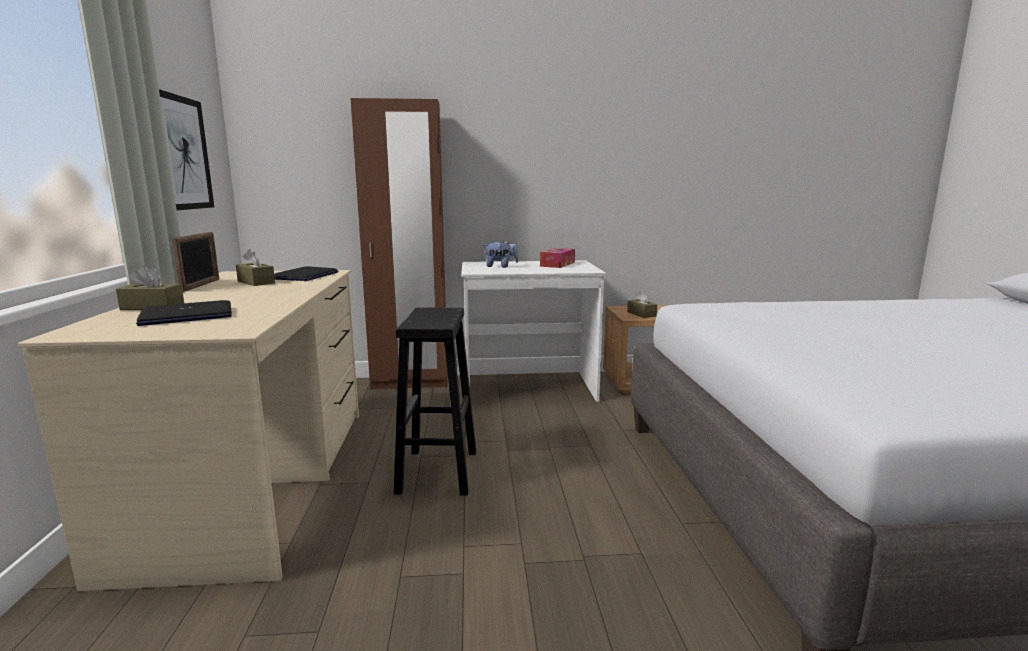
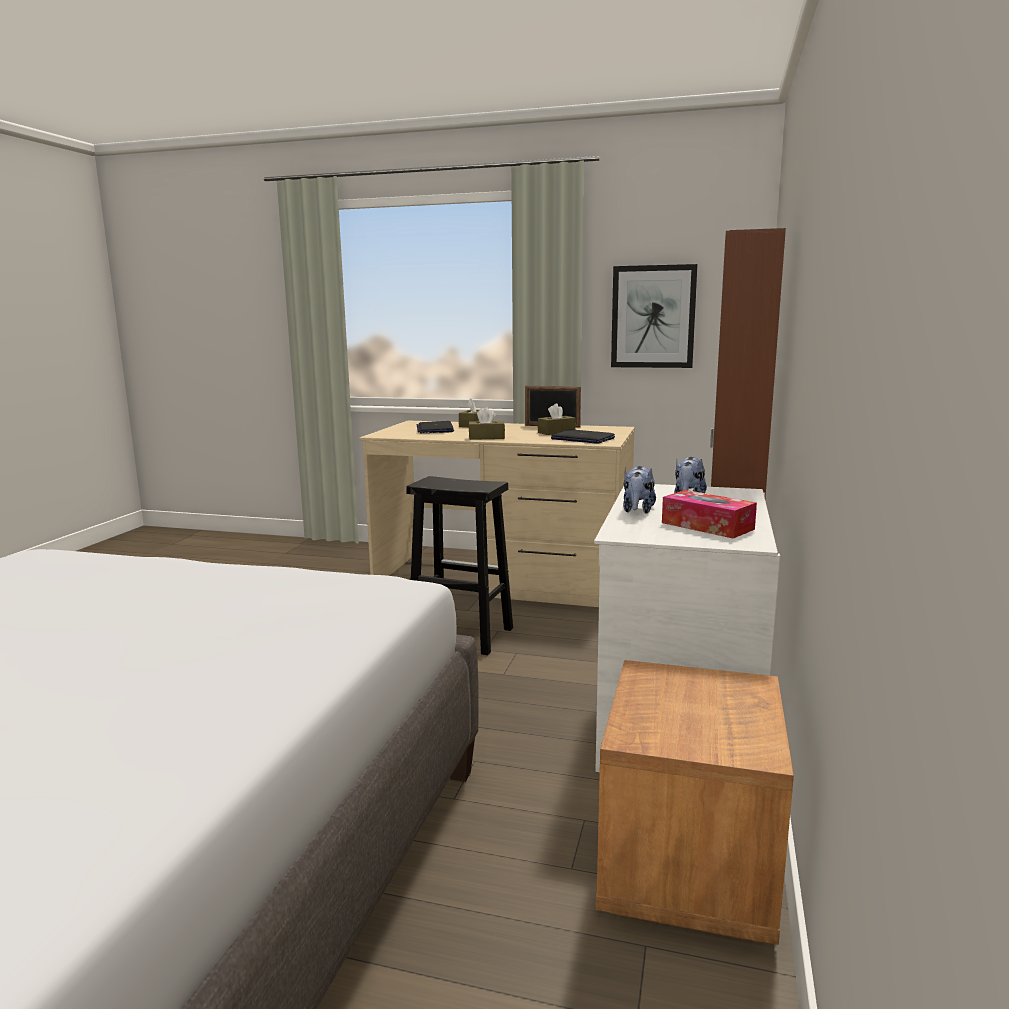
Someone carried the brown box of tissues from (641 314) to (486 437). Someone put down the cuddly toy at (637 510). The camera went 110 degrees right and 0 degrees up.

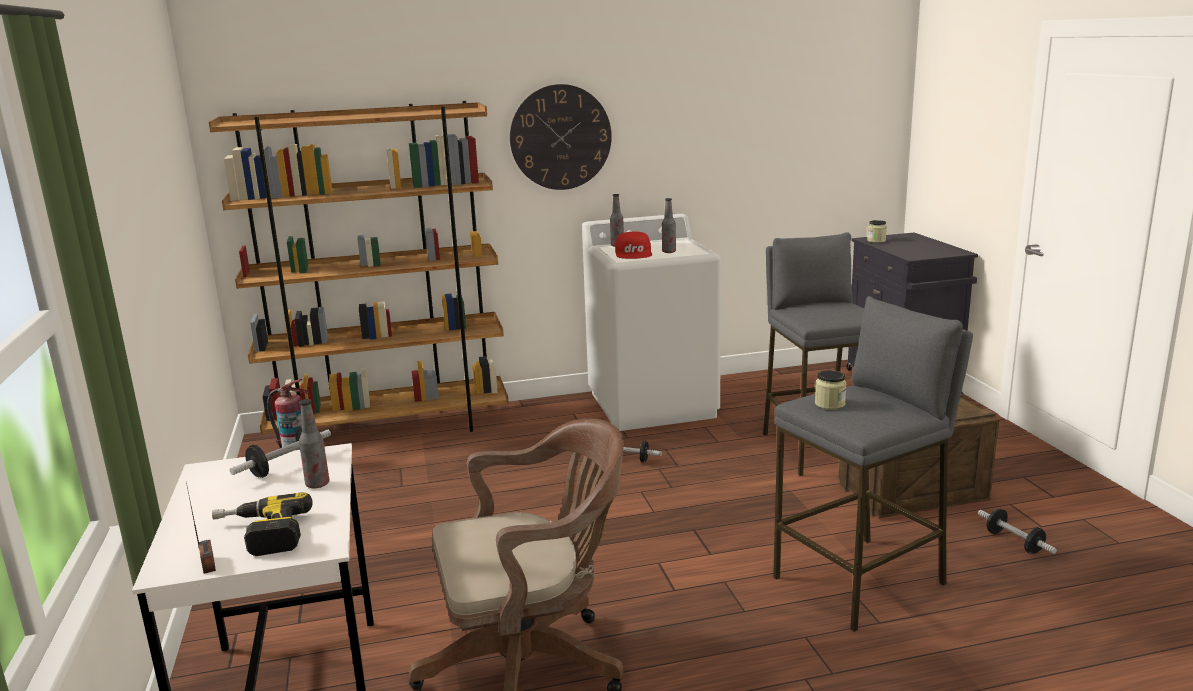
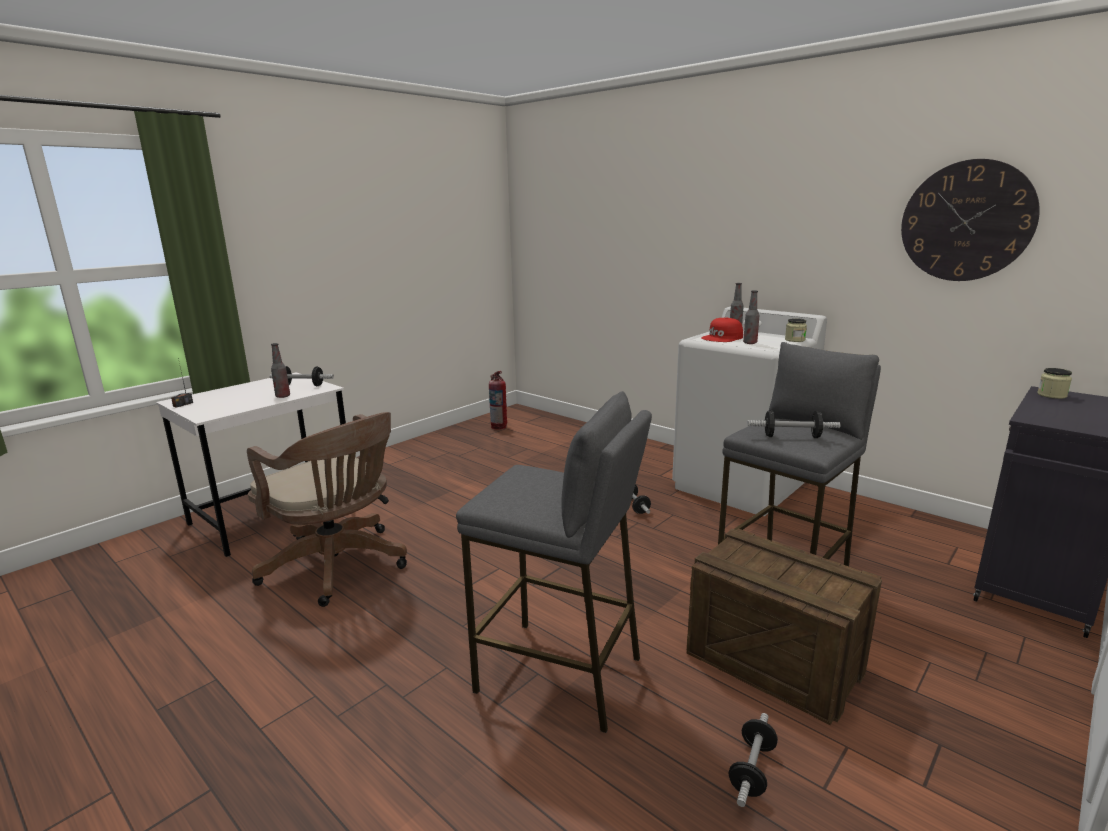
Someone took away the brown bookshelf at (390 429). Someone took away the drill at (259 535). Someone carried the wall clock from (560 137) to (966 221). Someone carried the storage jar from (829 404) to (795 340). Someone put down the hand weight at (791 436). The camera went 55 degrees right and 0 degrees up.

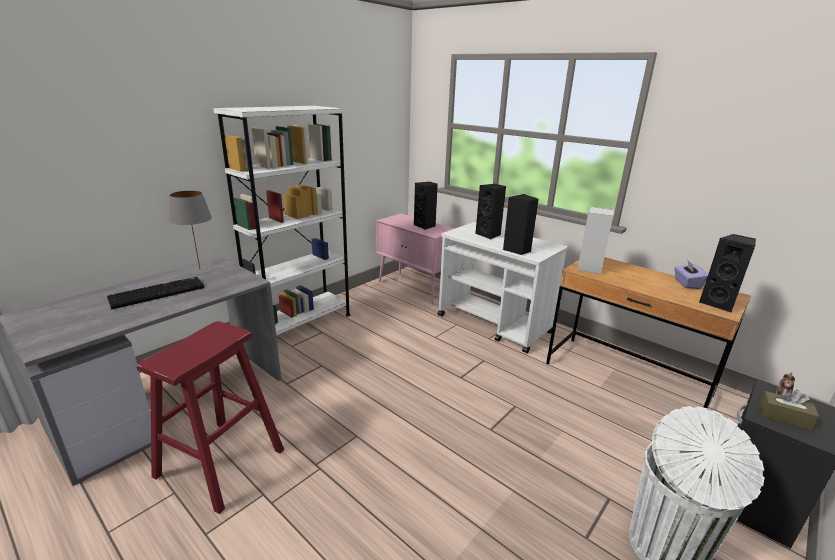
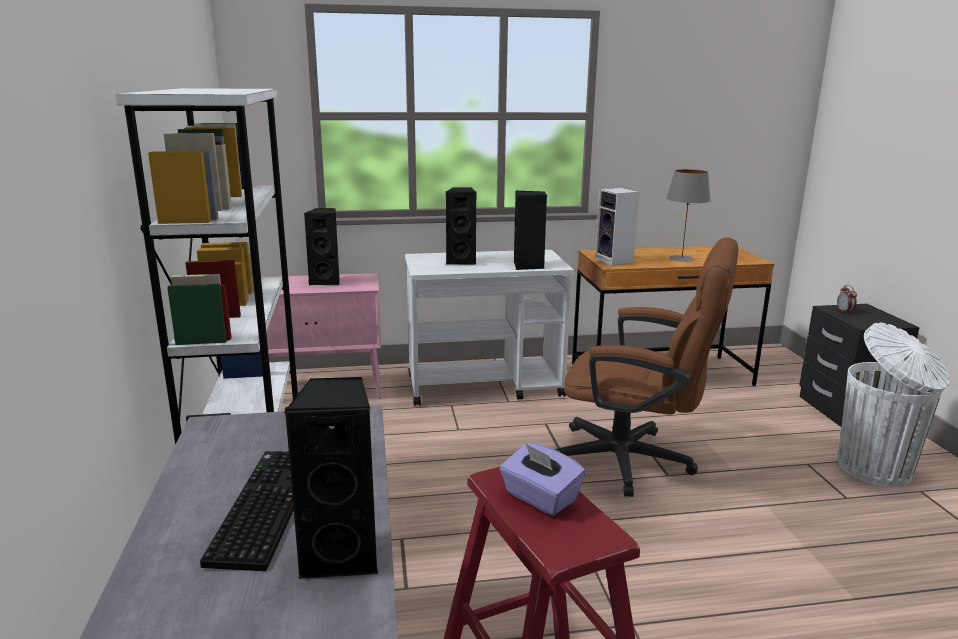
Someone carried the grey tabletop lamp from (200 270) to (681 258). Someone carried the purple-coloured box of tissues from (686 284) to (540 498). Someone carried the black speaker from (718 304) to (343 555). Someone took away the brown box of tissues at (784 417). Someone put down the brown computer chair at (635 462). The camera went 50 degrees left and 5 degrees down.

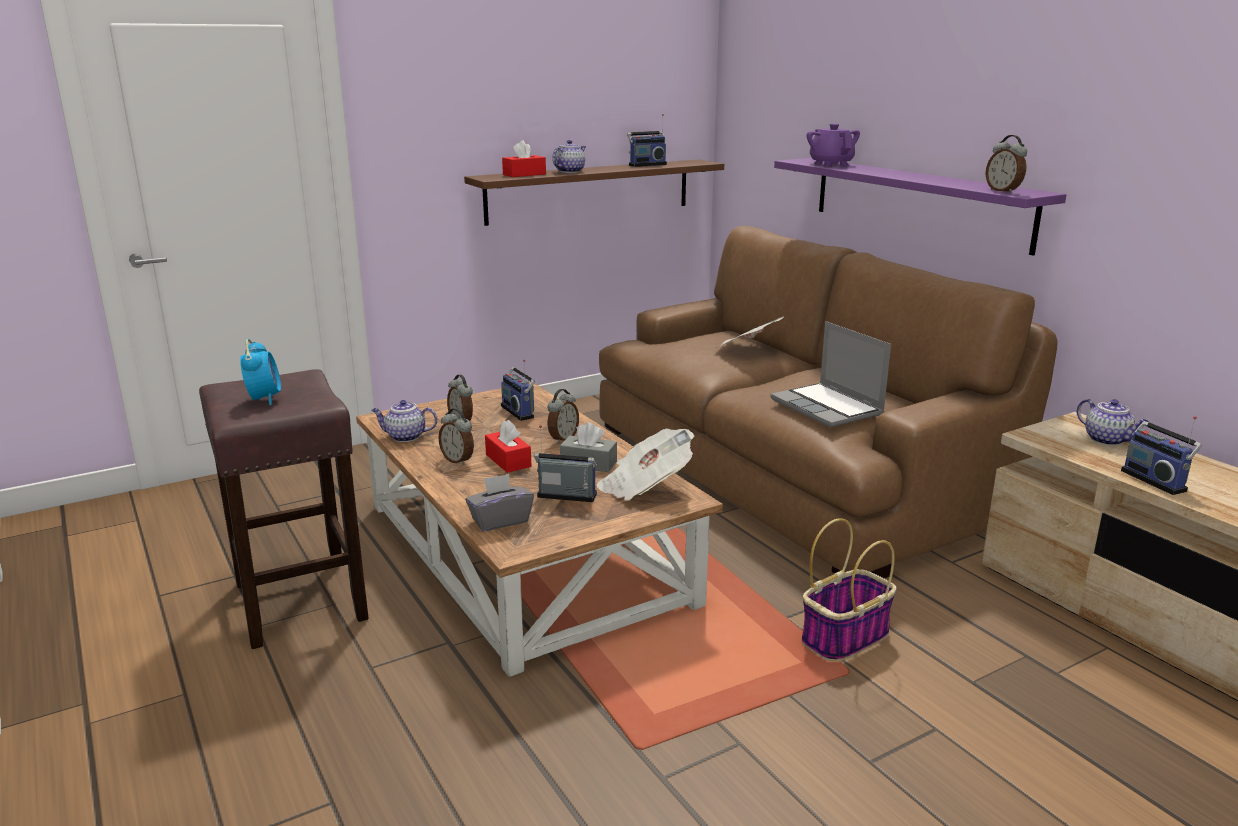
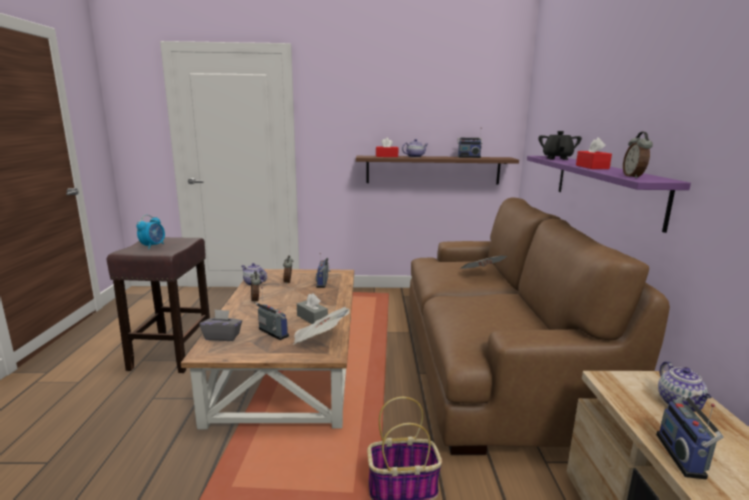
Someone carried the red box of tissues from (508 461) to (592 167). Someone took away the bedside clock at (562 439). Someone took away the notebook computer at (828 407). Someone repainted the purple-coloured tea pot at (831 164), which became the black tea pot at (557 158). The camera went 30 degrees right and 5 degrees down.

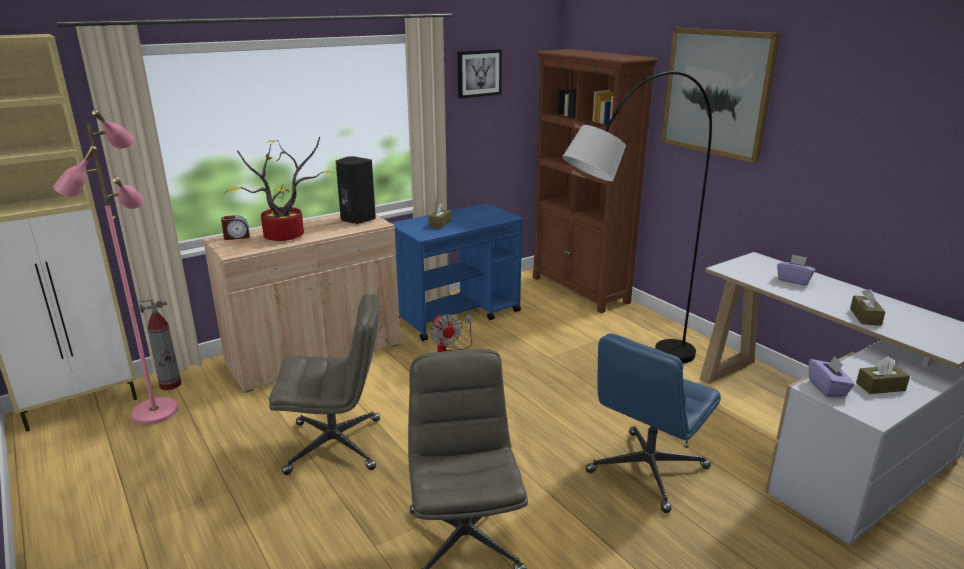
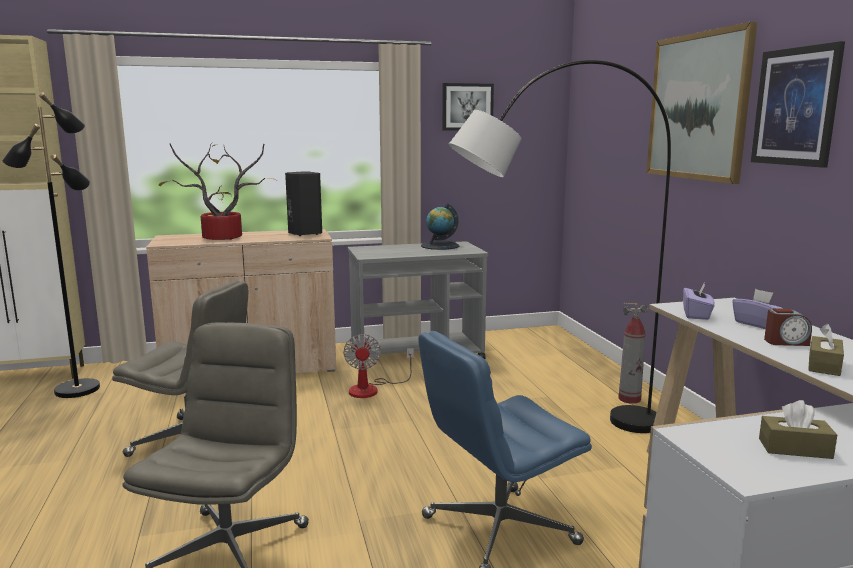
Someone repainted the pink standing lamp at (154 412), which became the black standing lamp at (77 389). Someone carried the fire extinguisher from (170 385) to (629 399). Someone carried the bedside clock from (237 237) to (786 342). Someone repainted the blue trolley at (458 315), which became the grey trolley at (417 355). Someone took away the brown box of tissues at (440 224). Someone took away the brown bookshelf at (580 290). Someone carried the purple-coloured box of tissues from (827 388) to (696 315). Someone put down the globe at (440 246). Someone put up the wall picture at (795 107). The camera went 20 degrees right and 10 degrees down.

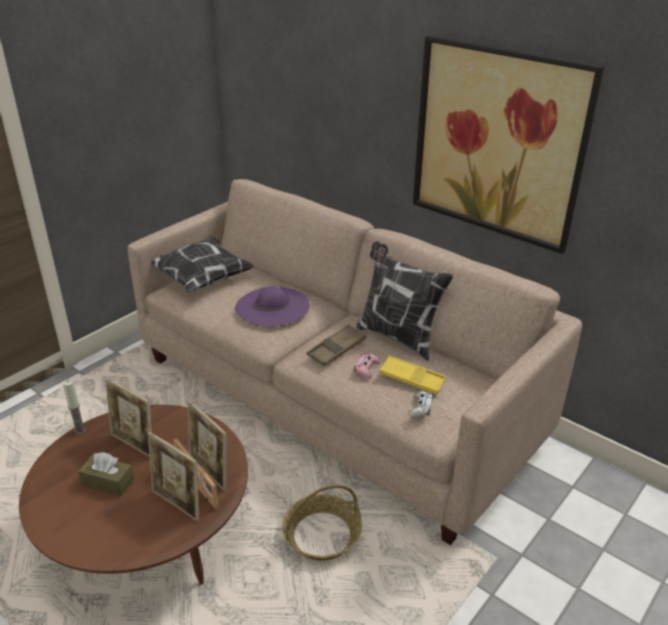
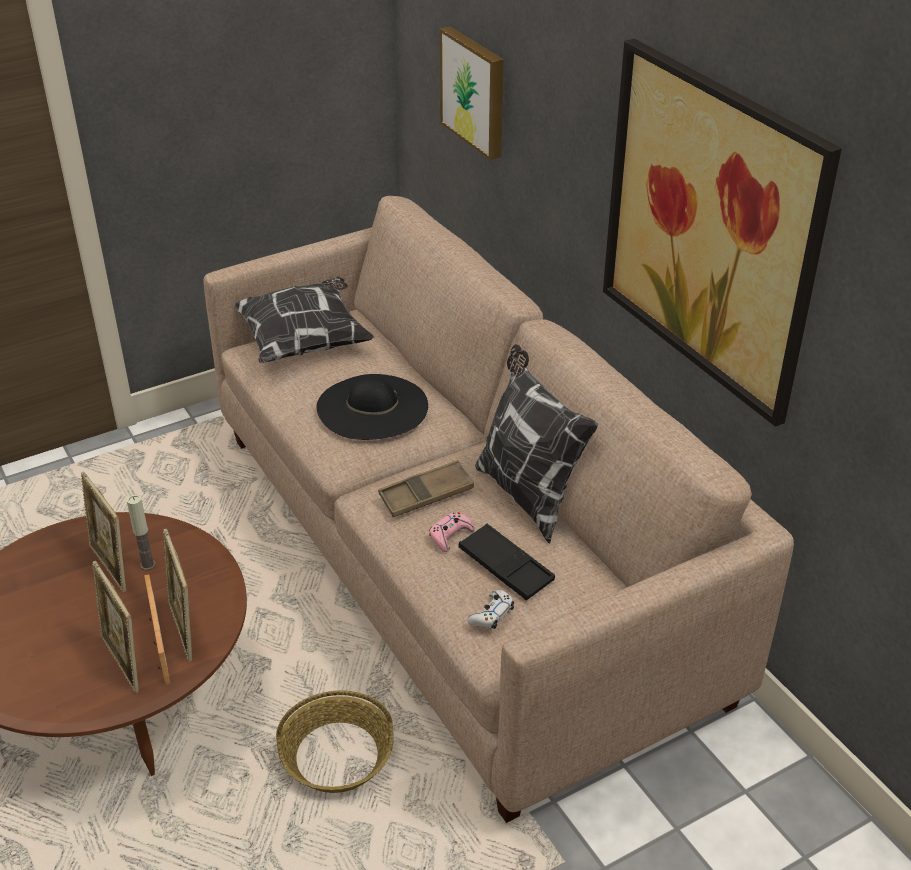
Someone carried the candle from (80 430) to (148 565). Someone took away the brown box of tissues at (108 482). Someone repainted the purple-coloured clothing hat at (272 306), which became the black clothing hat at (372 407). Someone repainted the yellow tray at (412 379), which became the black tray at (506 567). Someone put up the wall picture at (475 91). The camera went 20 degrees right and 5 degrees up.

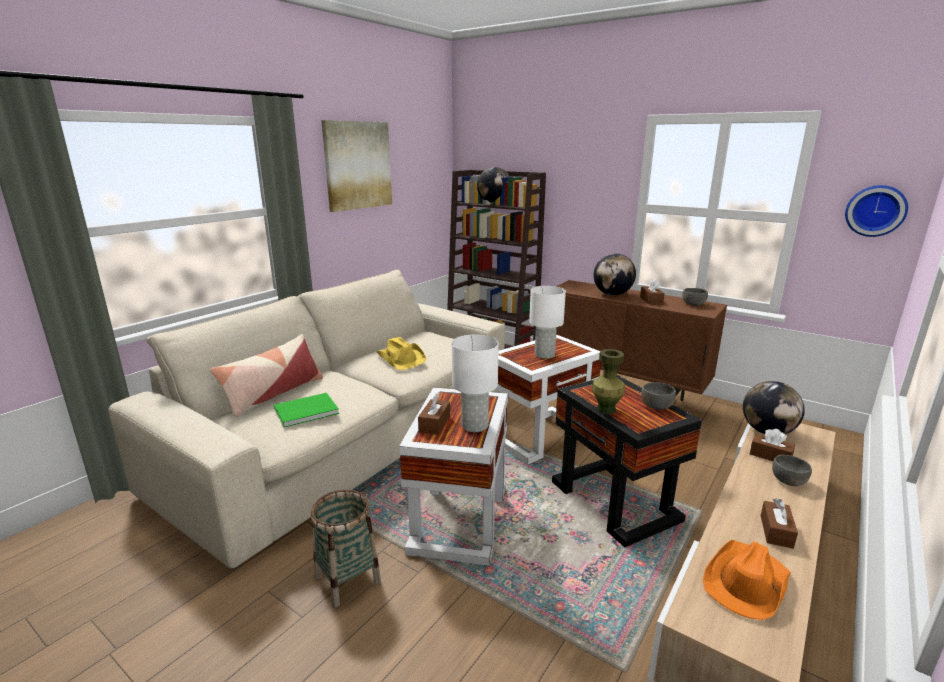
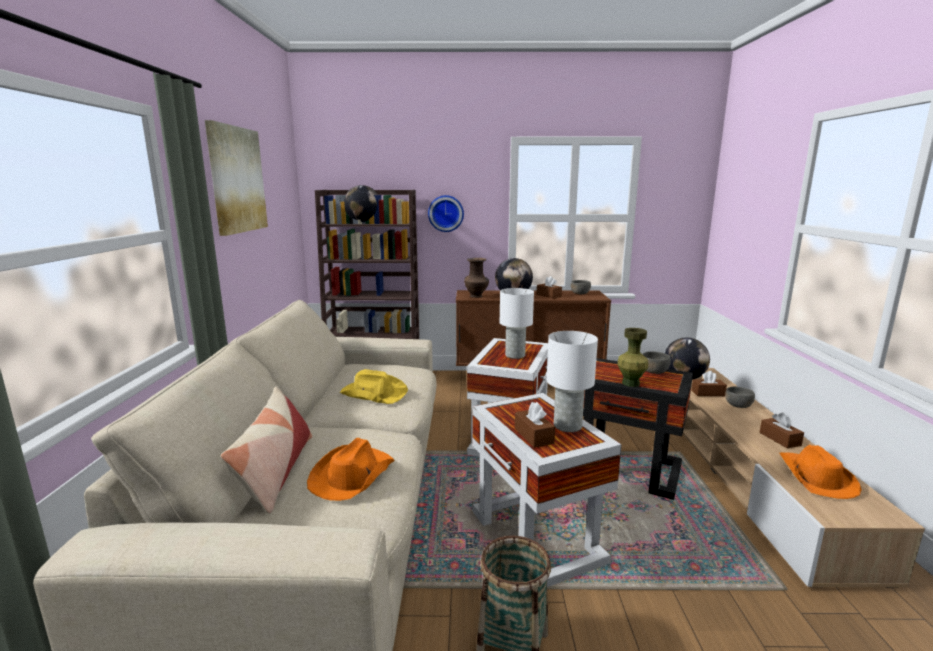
Someone swapped the green bound book at (304 411) for the orange clothing hat at (352 475). Someone carried the wall clock from (875 210) to (446 213). Someone put down the brown vase at (476 296). The camera went 35 degrees left and 5 degrees down.

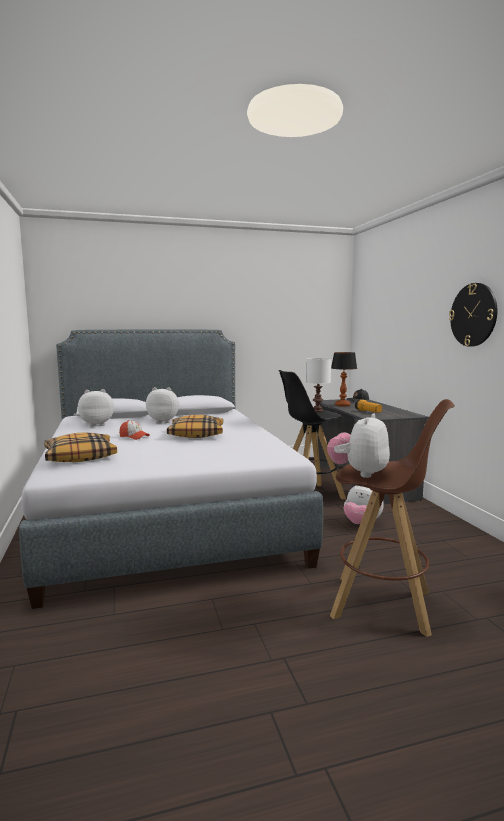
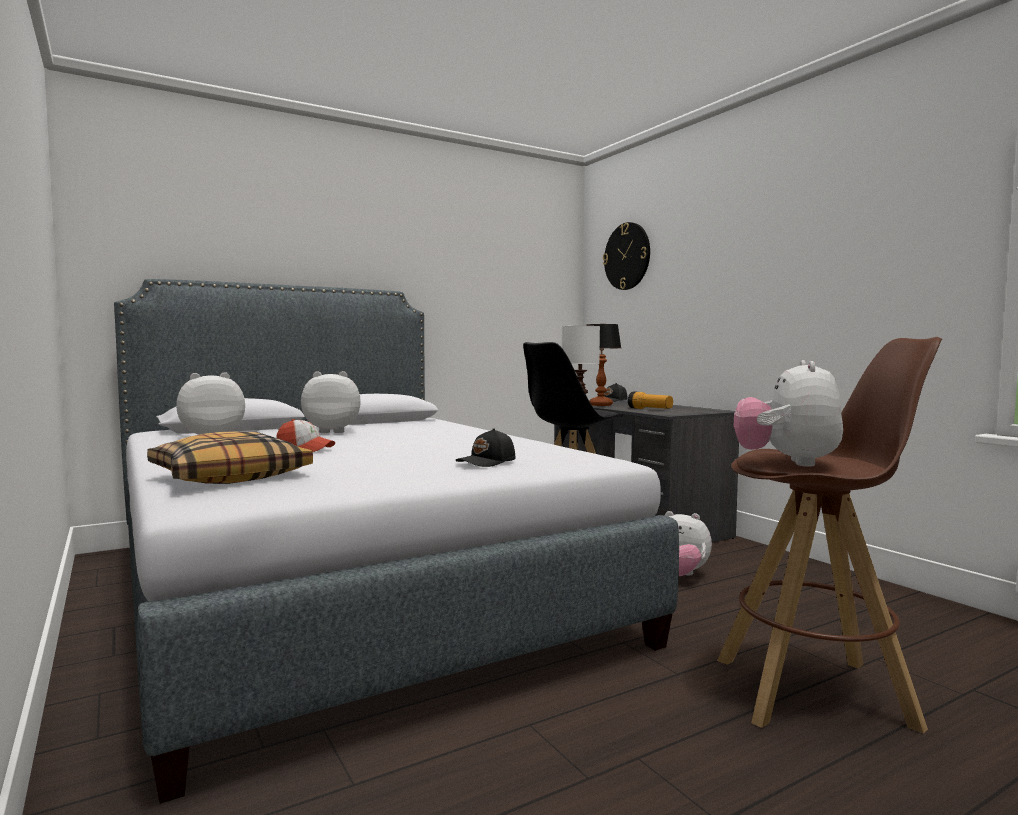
Someone took away the cushion at (196 434). Someone carried the wall clock from (473 315) to (627 256). Someone put down the black cap at (487 462). The camera went 15 degrees left and 5 degrees down.

